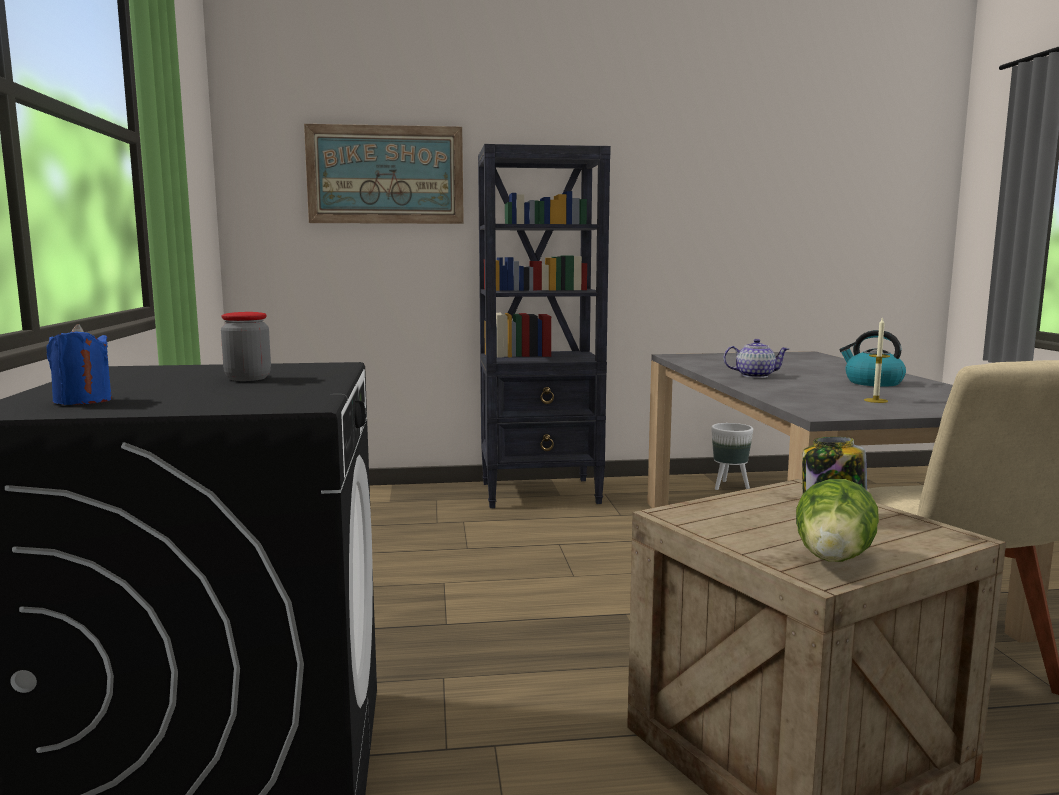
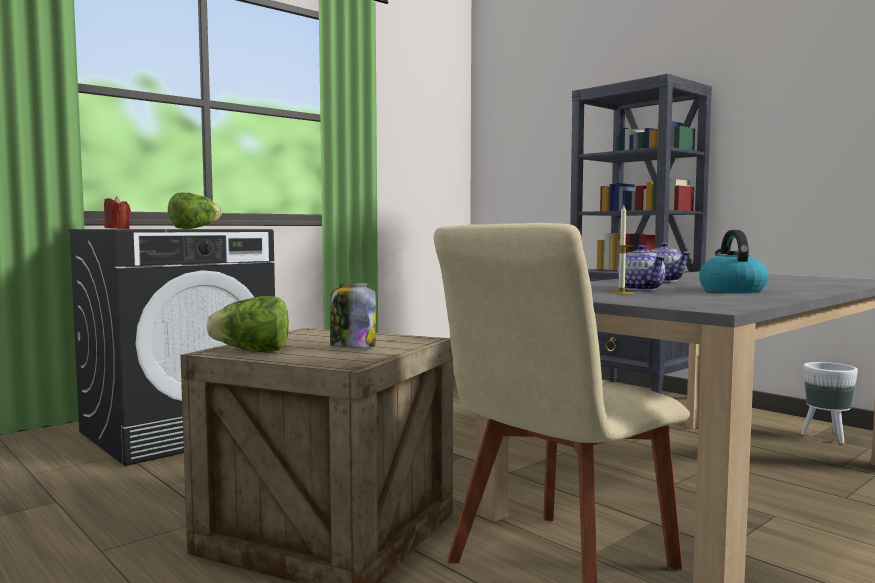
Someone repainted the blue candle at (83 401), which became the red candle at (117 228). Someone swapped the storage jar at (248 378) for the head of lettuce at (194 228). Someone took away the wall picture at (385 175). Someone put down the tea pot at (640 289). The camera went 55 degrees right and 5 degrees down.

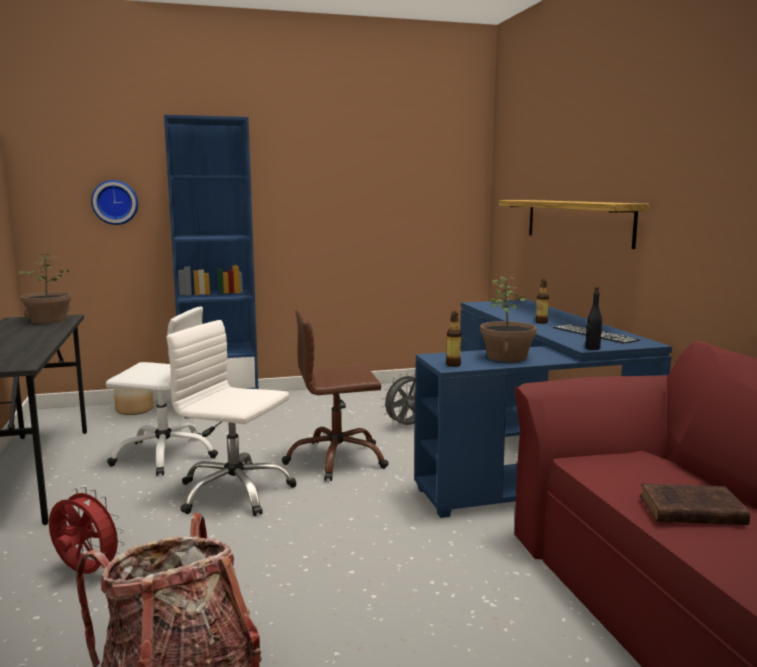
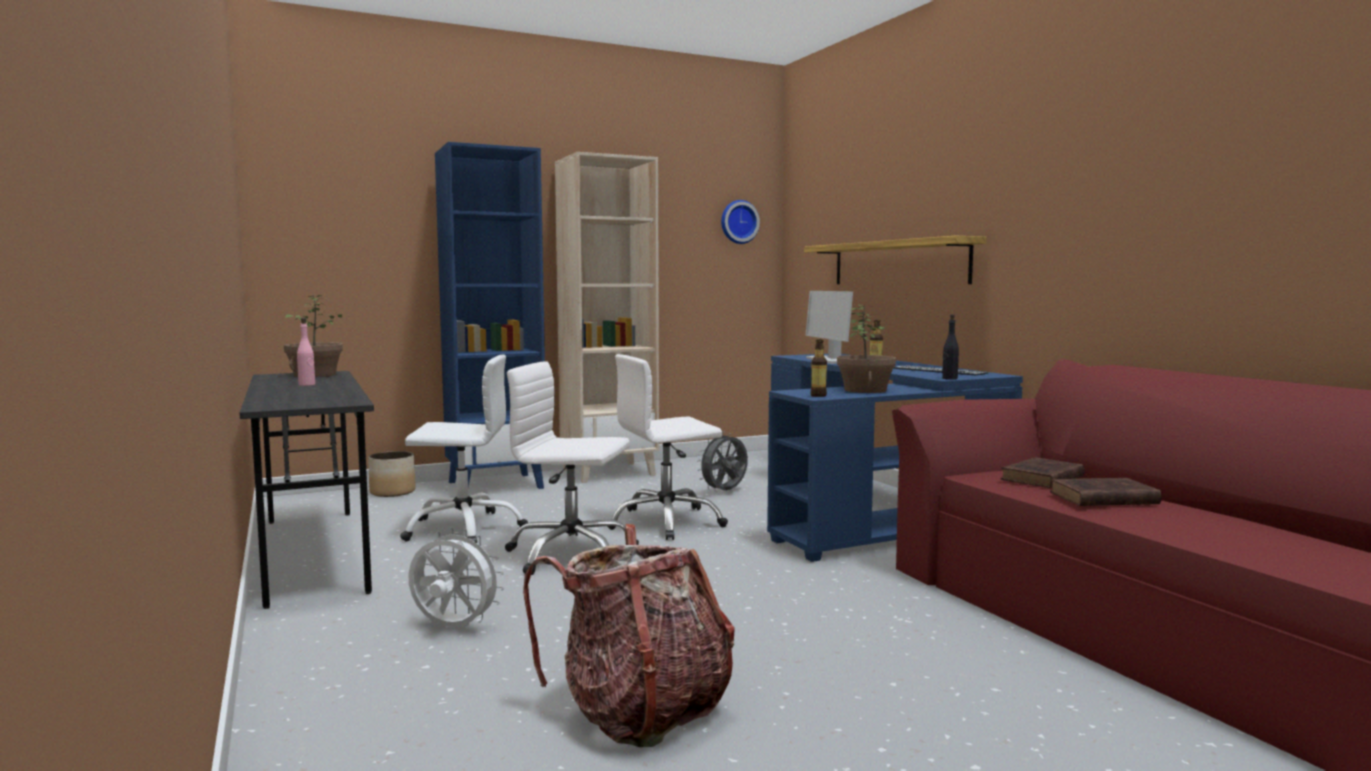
Someone repainted the red fan at (85 573), which became the whitish fan at (453 628). Someone carried the wall clock from (115 202) to (738 222). Someone repainted the brown computer chair at (336 459), which became the whitish computer chair at (666 522). Someone put down the pink beverage bottle at (307 384). Someone put down the beige bookshelf at (609 472). Someone put down the computer screen at (831 360). Someone put down the brown bound book at (1041 478). The camera went 10 degrees left and 5 degrees down.

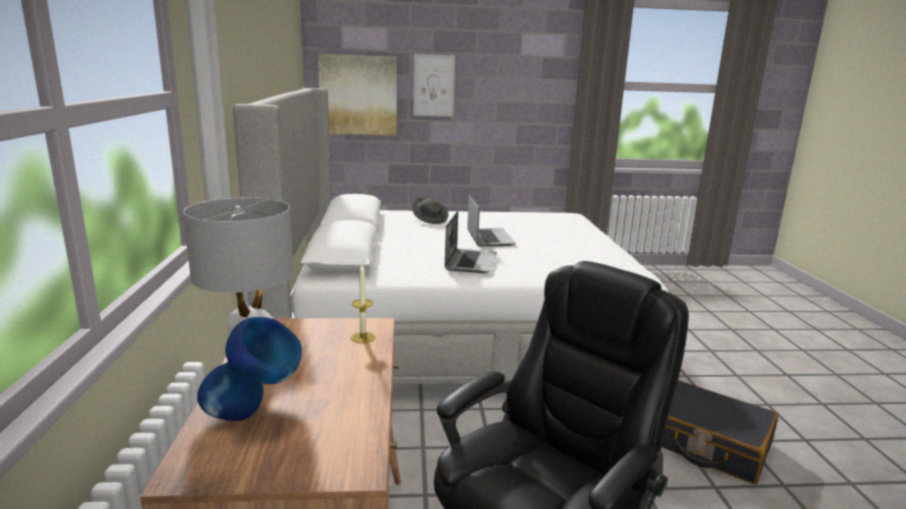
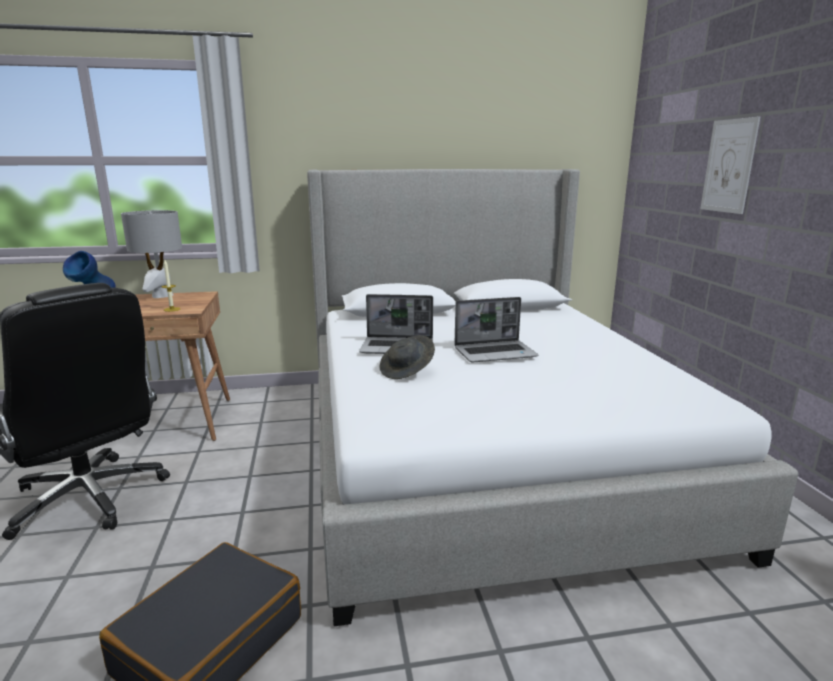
Someone took away the wall picture at (358 95). Someone carried the grey clothing hat from (430 220) to (407 371). The camera went 85 degrees right and 0 degrees up.

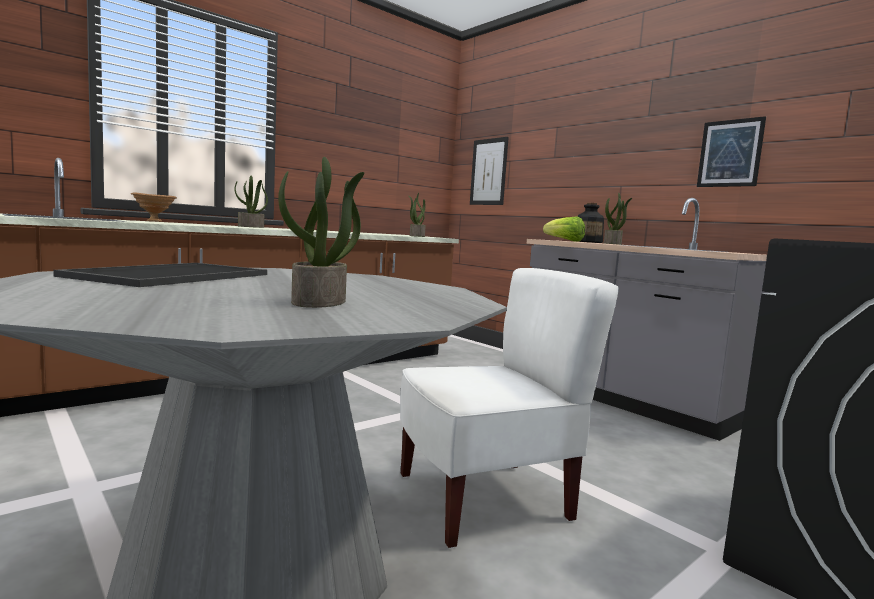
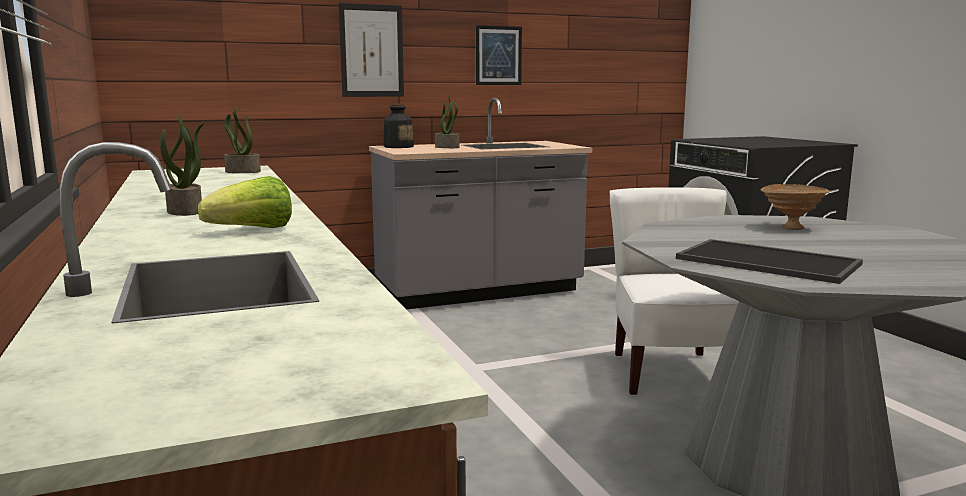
Someone carried the brown deep dish from (154 221) to (791 228). Someone took away the potted plant at (320 302). Someone carried the wall picture from (488 172) to (371 51). Someone carried the head of lettuce from (565 241) to (253 230). The camera went 70 degrees left and 5 degrees up.

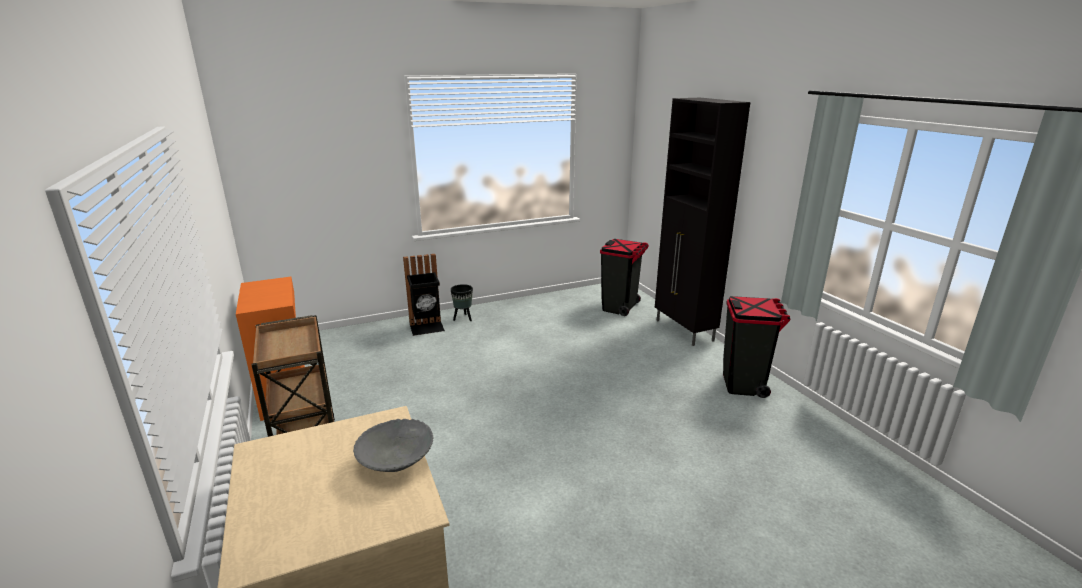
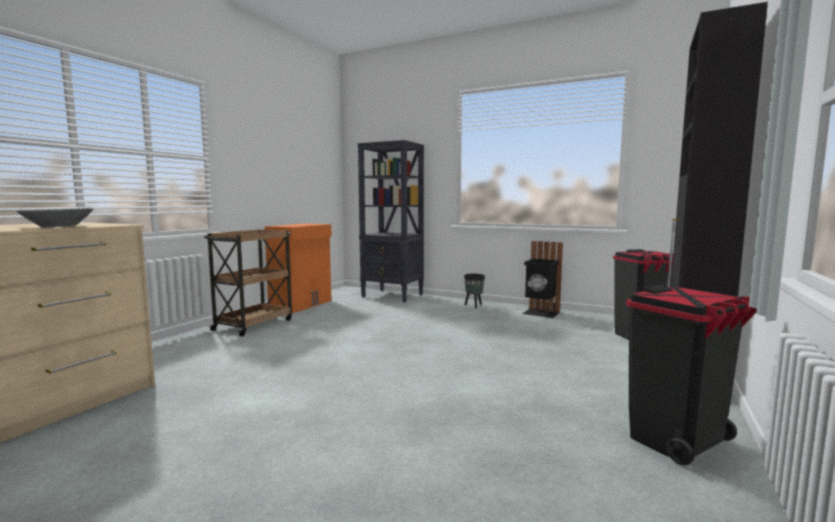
Someone carried the black waste bin from (427 328) to (540 313). Someone put down the black bookshelf at (393 296). The camera went 50 degrees right and 15 degrees down.

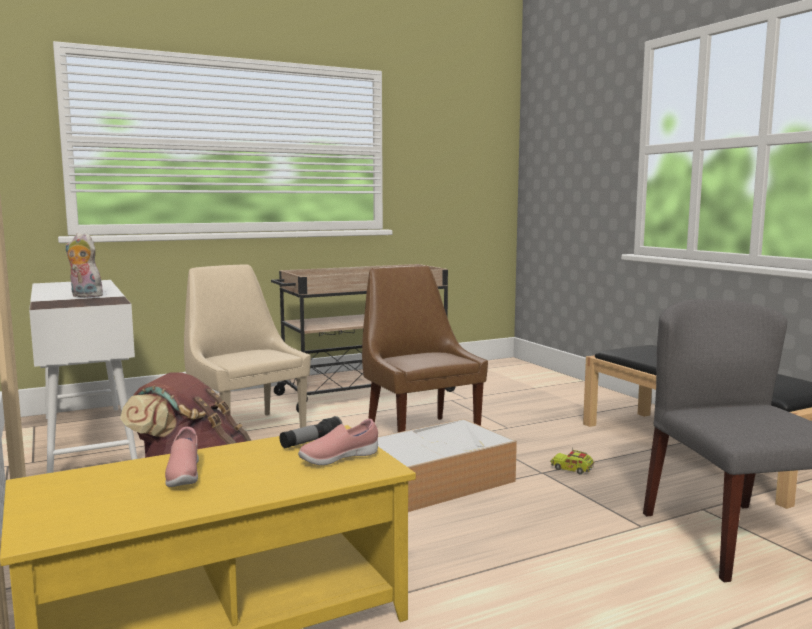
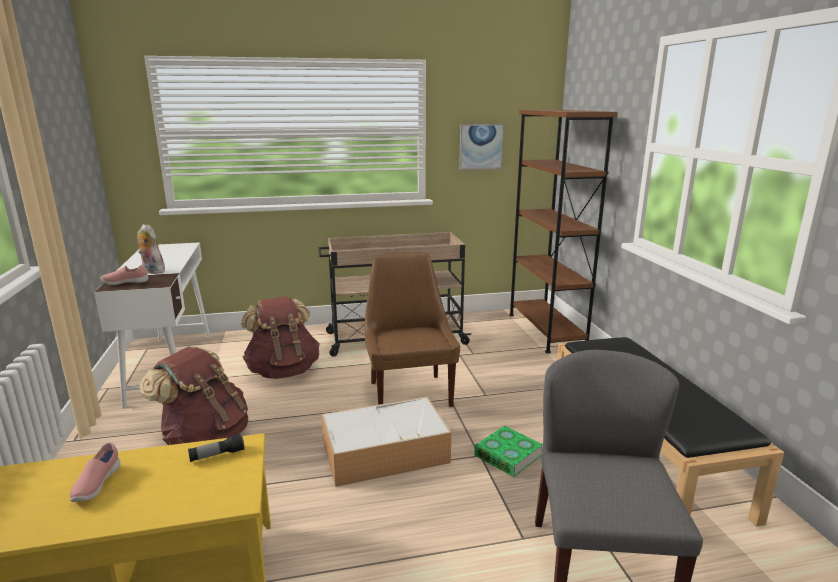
Someone swapped the beige chair at (247 430) for the brown rucksack at (283 371). Someone carried the pink item of footwear from (338 459) to (126 283). Someone swapped the model truck at (572 469) for the bound book at (508 455). Someone put up the wall picture at (480 146). Someone put down the brown bookshelf at (546 330). The camera went 15 degrees right and 10 degrees up.

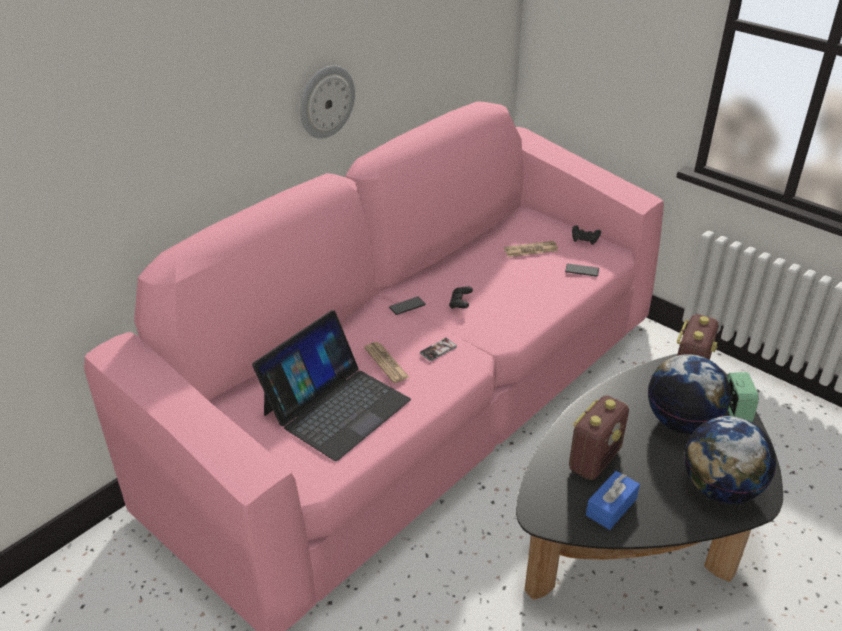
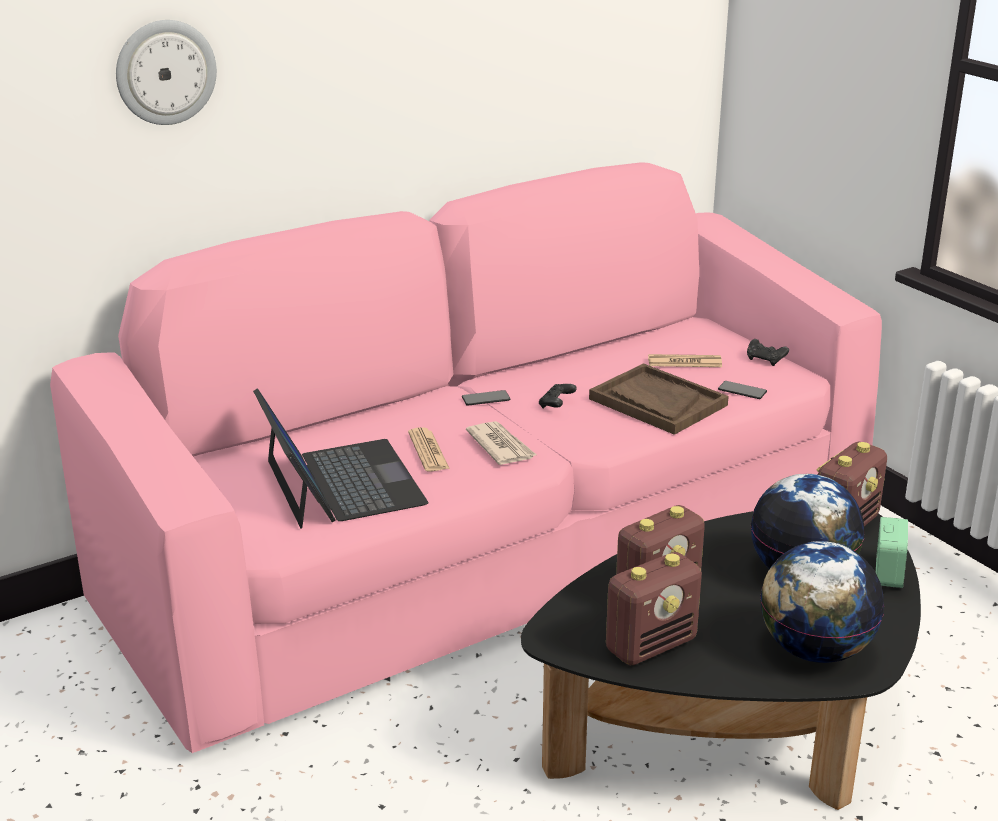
Someone rotated the notebook computer at (336 406) by 75 degrees counterclockwise. Someone carried the wall clock from (326 101) to (165 72). Someone swapped the telephone at (438 350) for the daily paper at (500 446). Someone swapped the blue box of tissues at (611 507) for the radio set at (651 645). Someone put down the brown tray at (657 402). The camera went 15 degrees right and 10 degrees down.

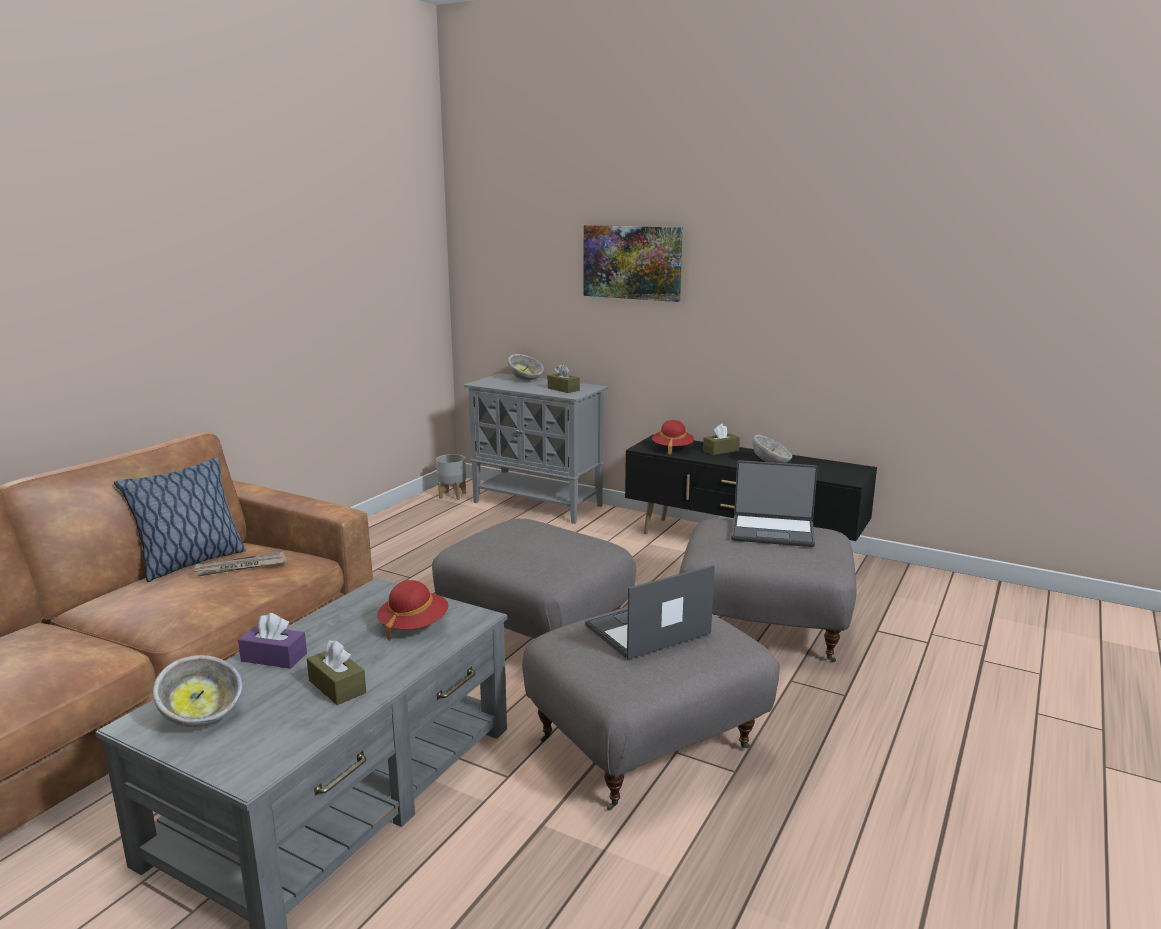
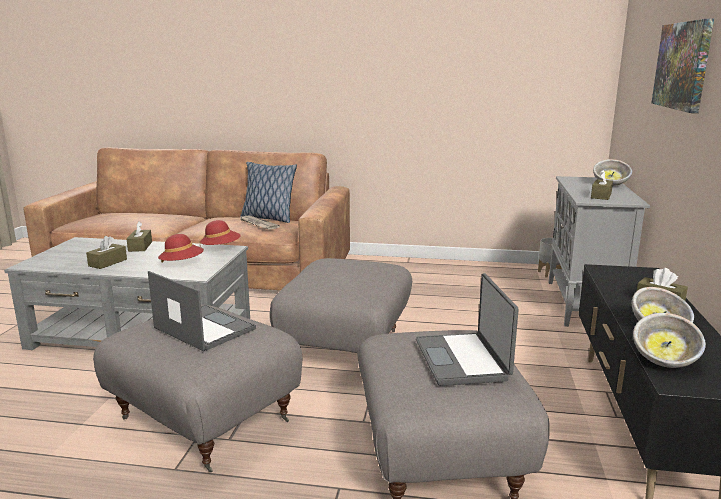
Someone carried the deep dish from (203 716) to (665 361). Someone repainted the purple-coloured box of tissues at (274 657), which became the brown box of tissues at (140 246). Someone carried the red clothing hat from (672 448) to (221 248). The camera went 70 degrees right and 0 degrees up.

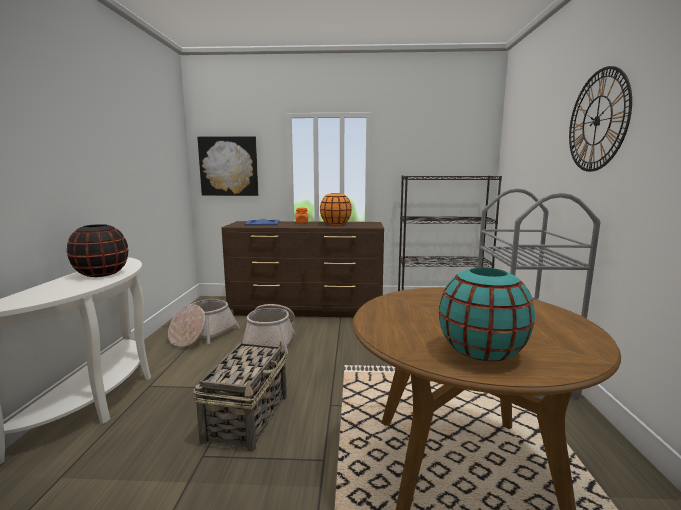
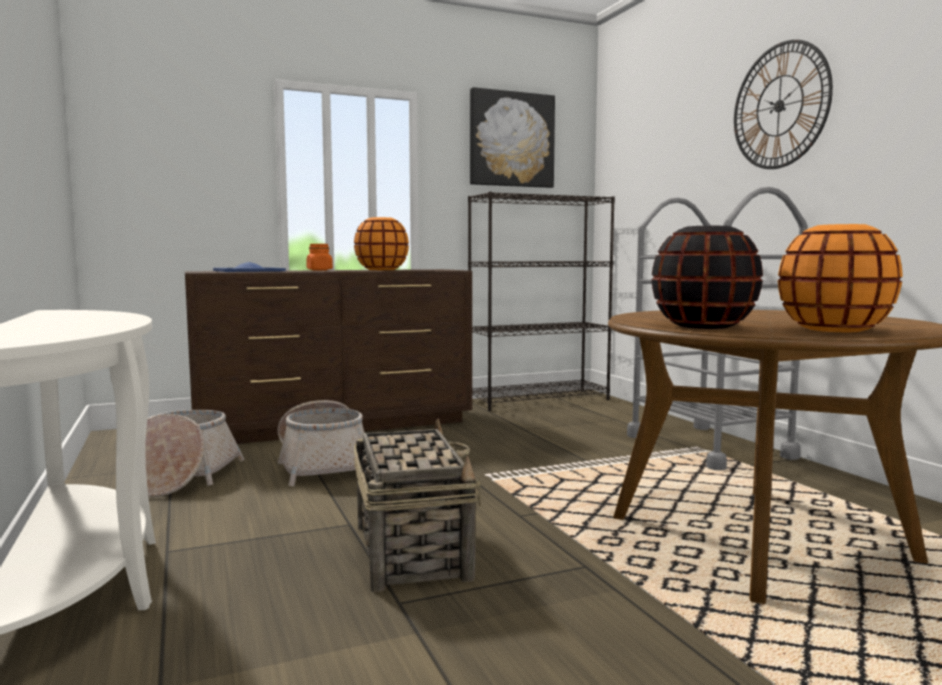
Someone carried the black vase from (101 274) to (704 326). Someone carried the wall picture from (229 166) to (511 139). Someone repainted the blue-green vase at (481 352), which became the orange vase at (834 329). The camera went 25 degrees left and 5 degrees down.

